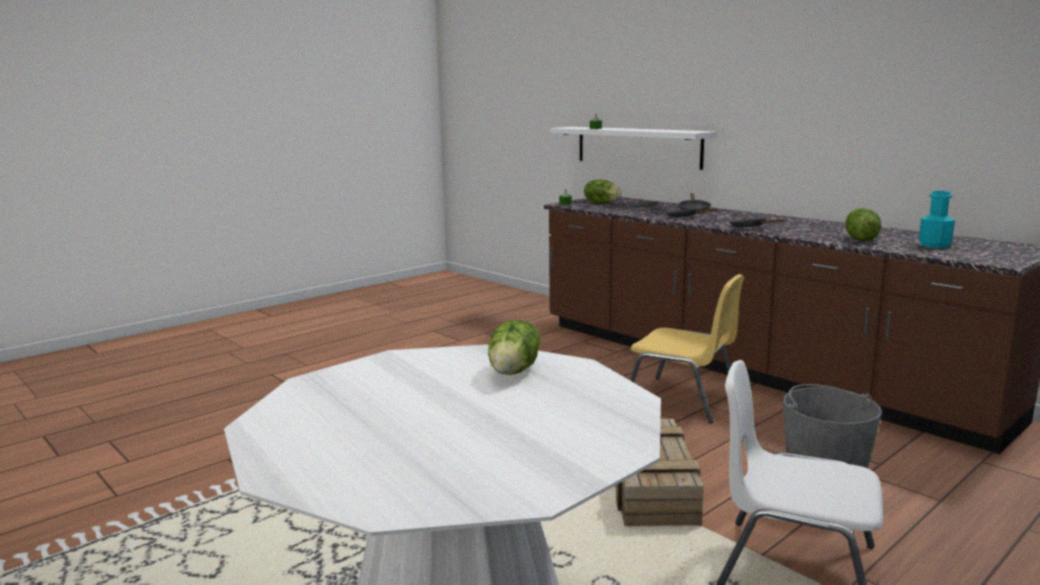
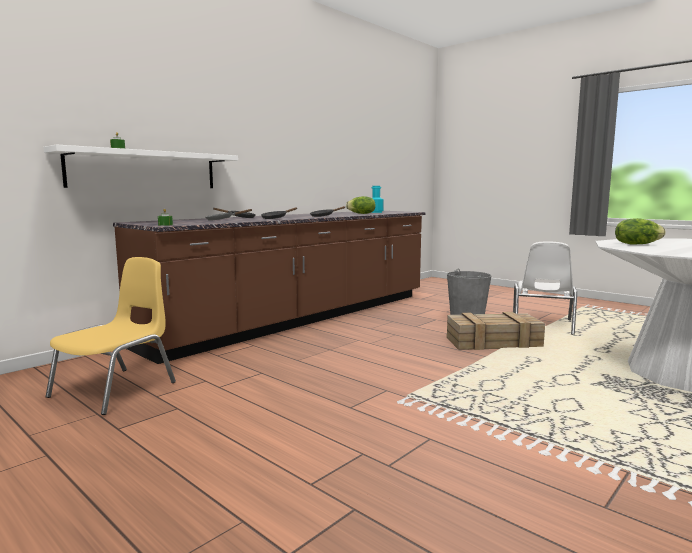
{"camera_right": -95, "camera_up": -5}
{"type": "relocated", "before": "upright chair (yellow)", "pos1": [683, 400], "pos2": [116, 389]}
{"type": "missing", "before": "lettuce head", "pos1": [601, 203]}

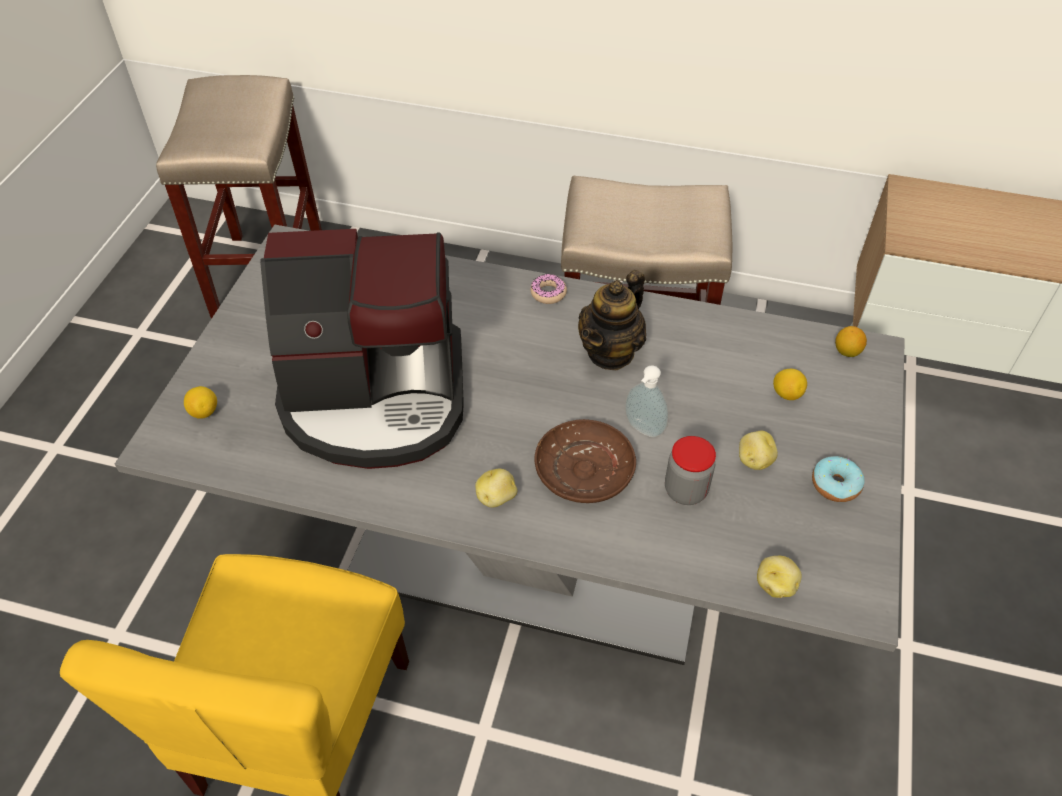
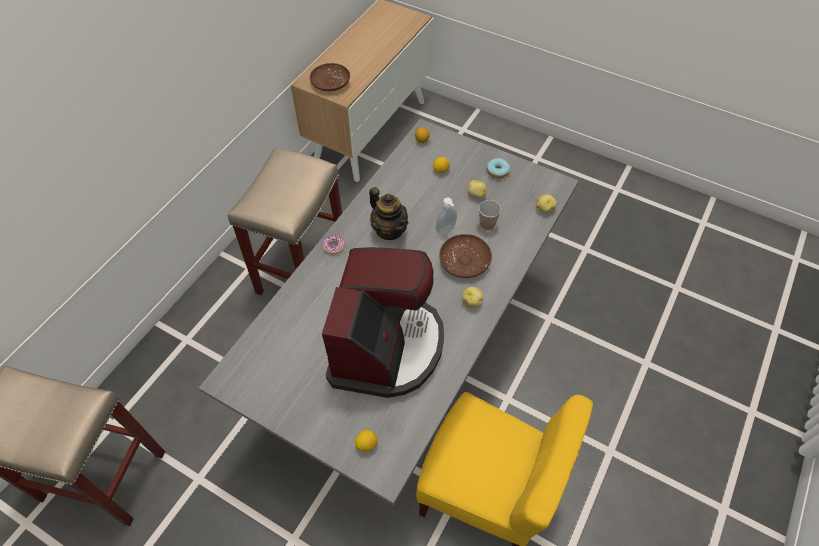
{"camera_right": -75, "camera_up": 5}
{"type": "appeared", "after": "dinner plate (brown)", "pos2": [330, 82]}
{"type": "exchanged", "before": "storage jar", "after": "cup", "pos1": [685, 490], "pos2": [487, 224]}

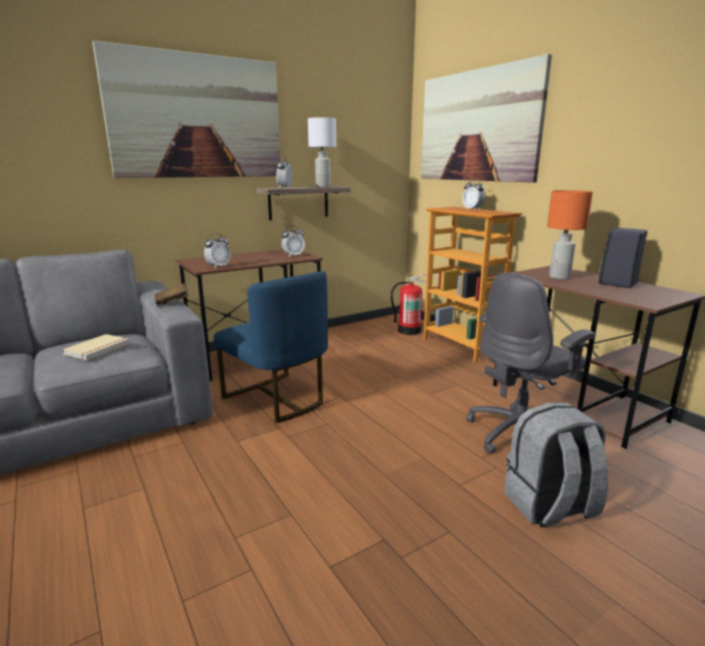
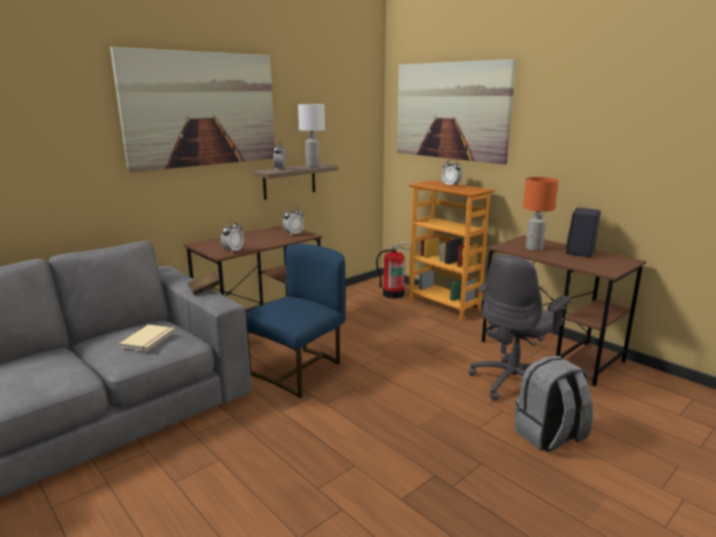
{"camera_right": -10, "camera_up": 0}
{"type": "spun", "before": "upright chair (blue)", "pos1": [277, 399], "pos2": [299, 370], "turn": -90}

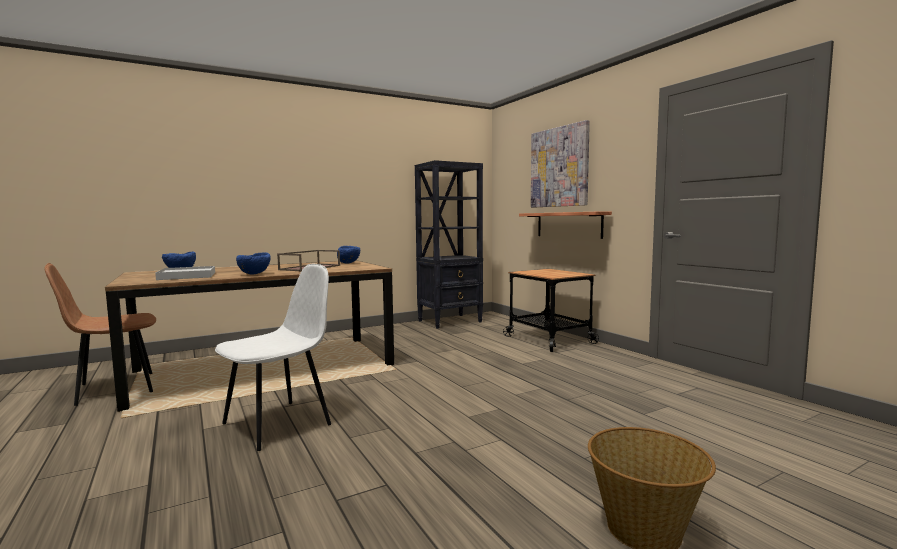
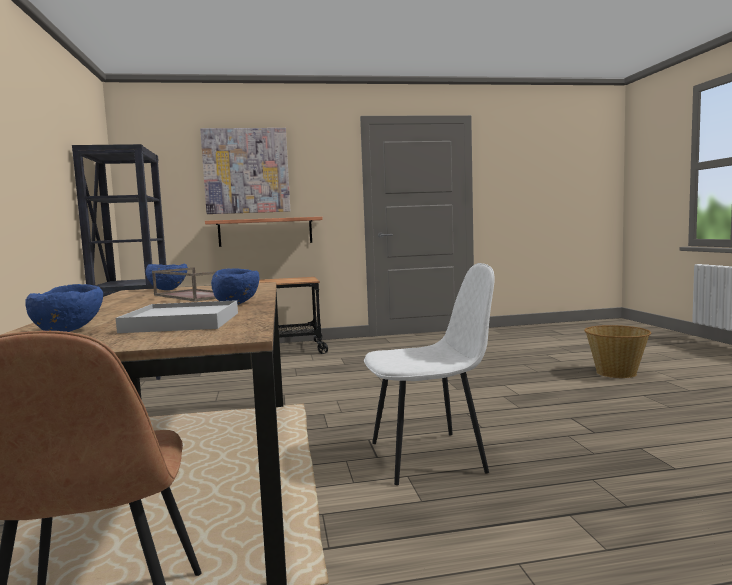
{"camera_right": -70, "camera_up": 0}
{"type": "spun", "before": "upright chair (whitish)", "pos1": [279, 423], "pos2": [430, 457], "turn": 105}

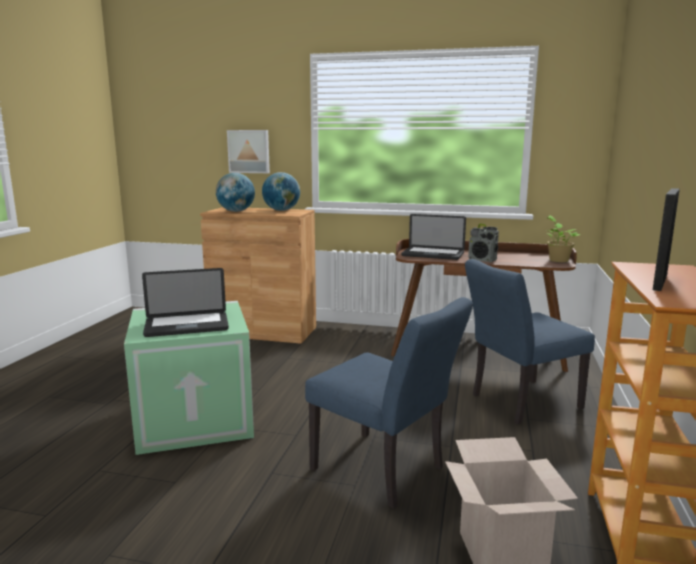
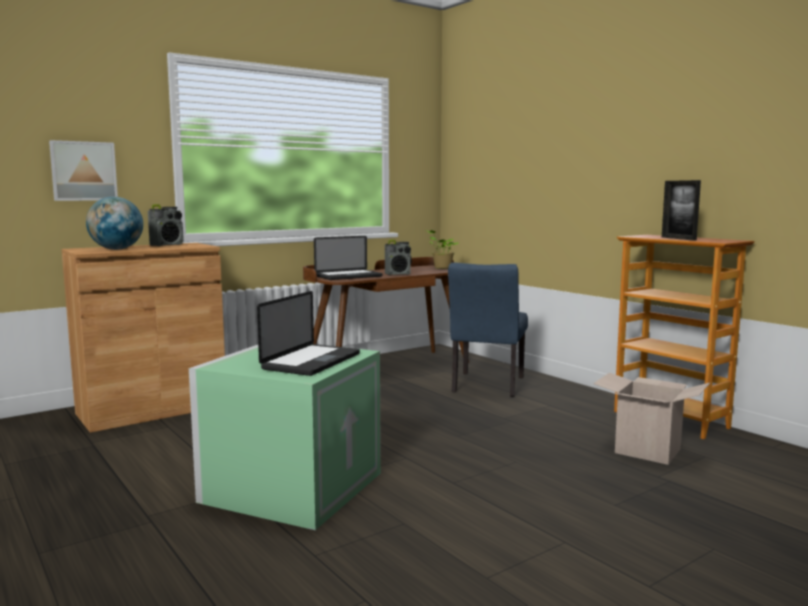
{"camera_right": -50, "camera_up": -5}
{"type": "exchanged", "before": "desk globe", "after": "radio set", "pos1": [281, 210], "pos2": [167, 245]}
{"type": "missing", "before": "upright chair (blue)", "pos1": [385, 472]}

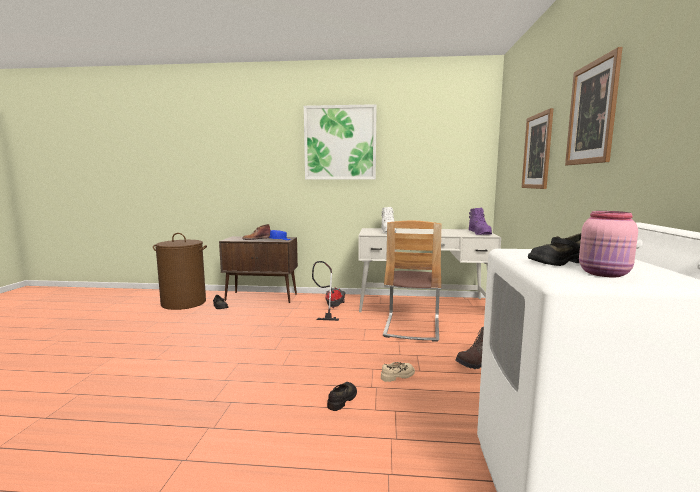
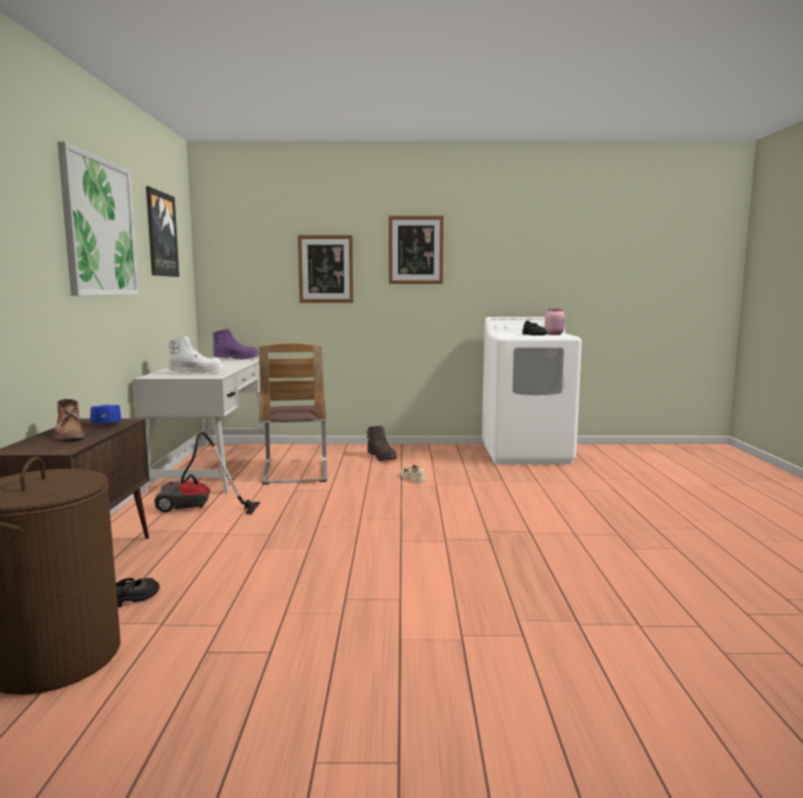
{"camera_right": -95, "camera_up": 0}
{"type": "appeared", "after": "wall art", "pos2": [161, 234]}
{"type": "spun", "before": "upright chair", "pos1": [412, 327], "pos2": [295, 472], "turn": 75}
{"type": "missing", "before": "low shoe (black-coloured)", "pos1": [342, 399]}

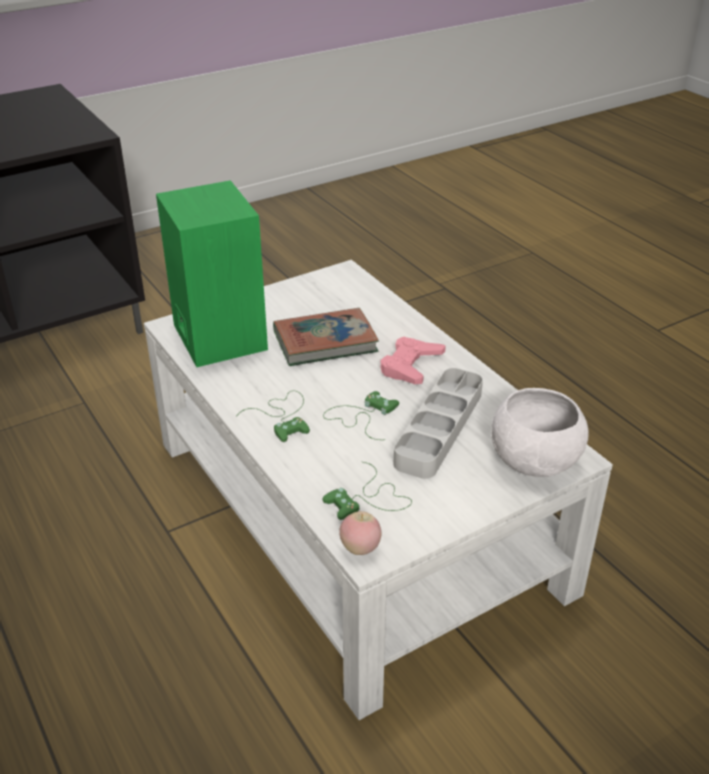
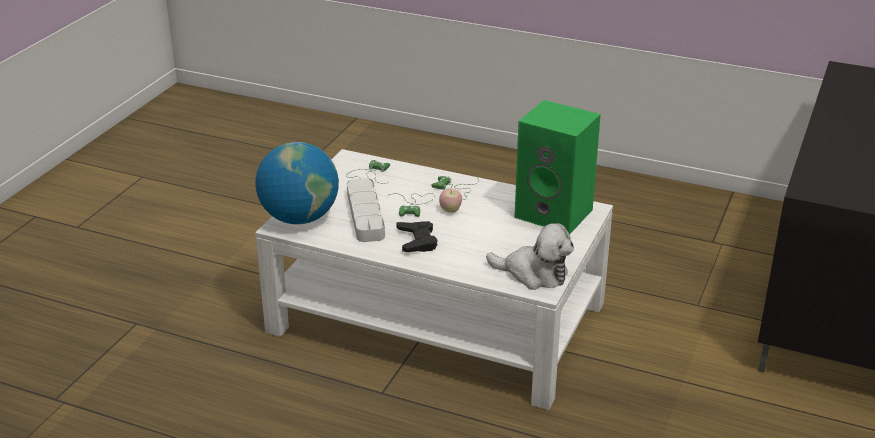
{"camera_right": 145, "camera_up": -5}
{"type": "exchanged", "before": "deep dish (whitish)", "after": "desk globe", "pos1": [535, 460], "pos2": [299, 218]}
{"type": "colour", "before": "gamepad (pink)", "after": "gamepad (black-coloured)", "pos1": [410, 365], "pos2": [417, 241]}
{"type": "relocated", "before": "apple fruit", "pos1": [360, 549], "pos2": [450, 210]}
{"type": "appeared", "after": "cuddly toy", "pos2": [534, 274]}
{"type": "missing", "before": "book", "pos1": [325, 342]}

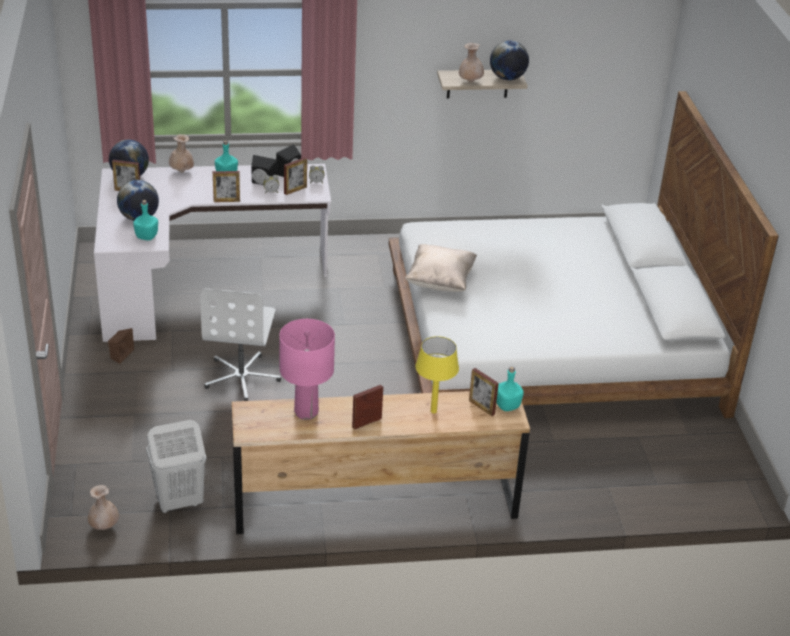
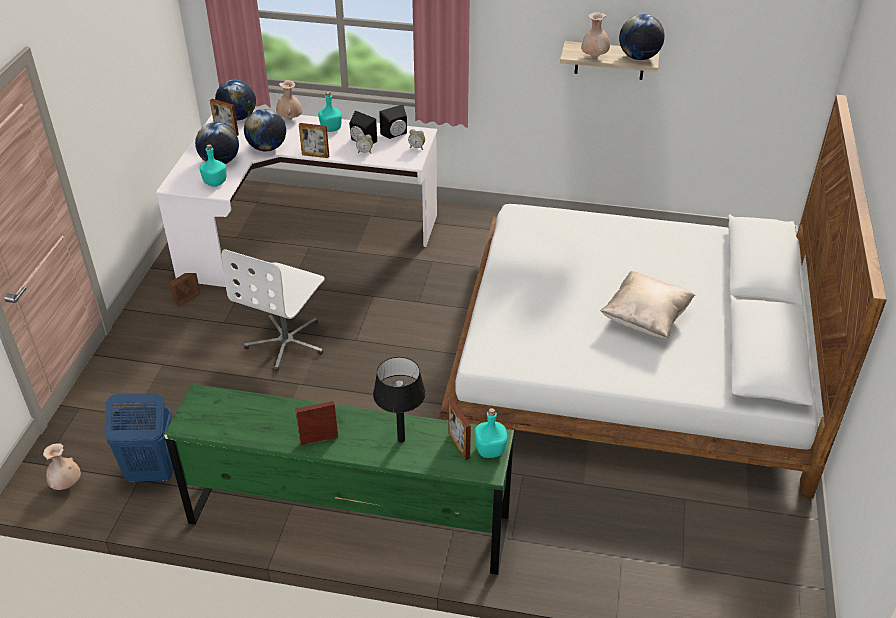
{"camera_right": 20, "camera_up": 5}
{"type": "colour", "before": "laundry basket (whitish)", "after": "laundry basket (blue)", "pos1": [178, 502], "pos2": [151, 472]}
{"type": "colour", "before": "dresser (brown)", "after": "dresser (green)", "pos1": [375, 504], "pos2": [348, 520]}
{"type": "appeared", "after": "desk globe", "pos2": [267, 148]}
{"type": "colour", "before": "lamp for a table (yellow)", "after": "lamp for a table (black-coloured)", "pos1": [433, 411], "pos2": [400, 439]}
{"type": "relocated", "before": "cushion (beige)", "pos1": [440, 282], "pos2": [645, 319]}
{"type": "missing", "before": "lamp for a table (pink)", "pos1": [306, 413]}
{"type": "missing", "before": "photo frame", "pos1": [295, 190]}

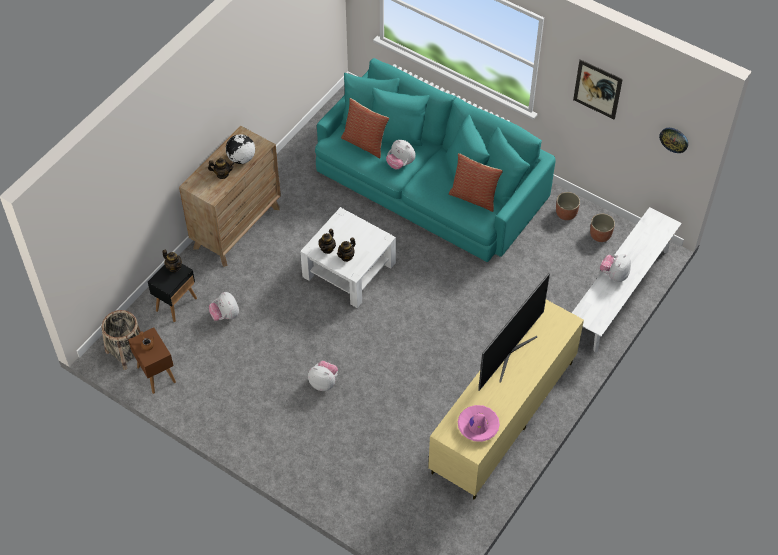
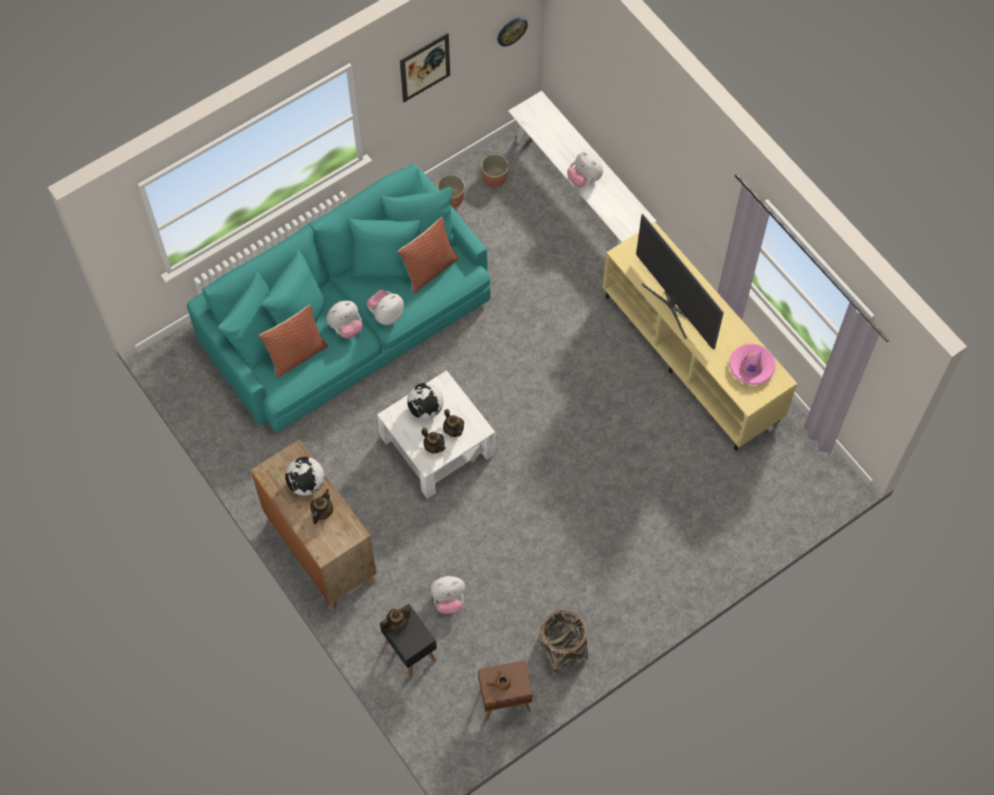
{"camera_right": -70, "camera_up": 10}
{"type": "relocated", "before": "cuddly toy", "pos1": [324, 382], "pos2": [386, 314]}
{"type": "appeared", "after": "desk globe", "pos2": [425, 409]}
{"type": "relocated", "before": "storage basket", "pos1": [126, 351], "pos2": [562, 650]}

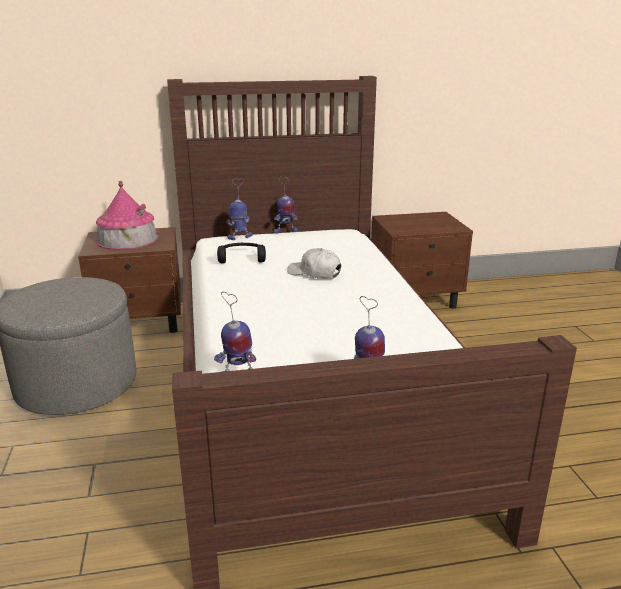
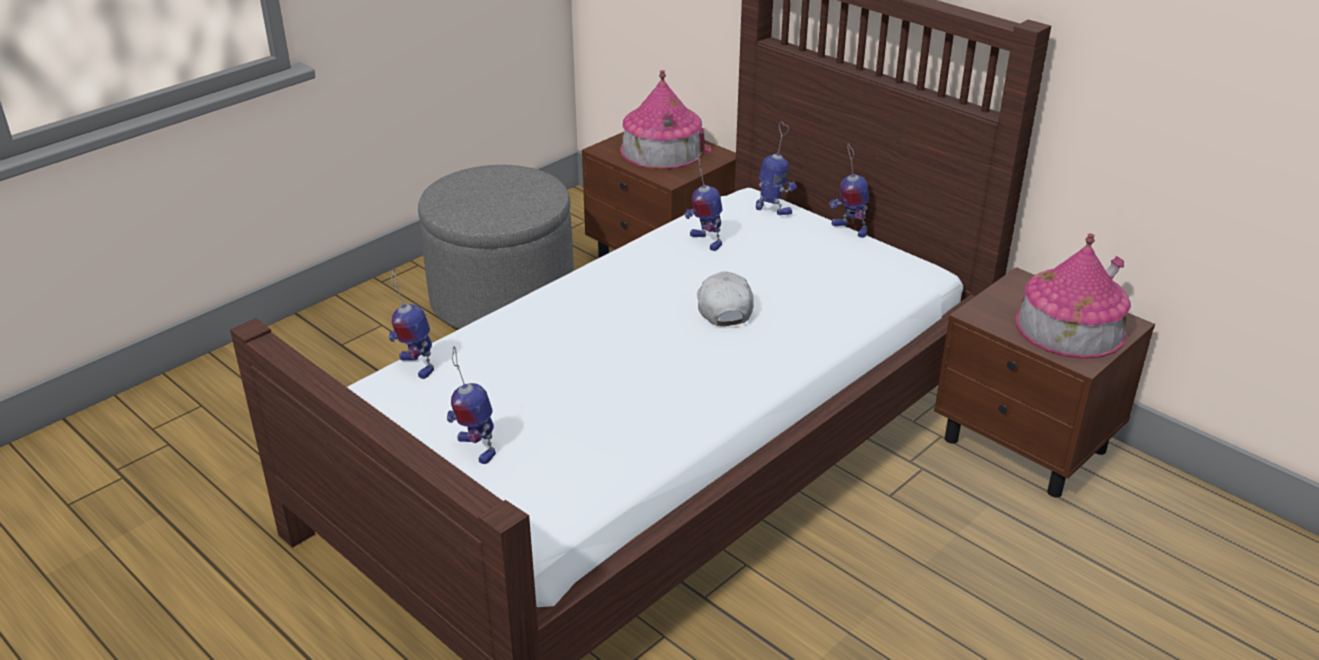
{"camera_right": 55, "camera_up": 10}
{"type": "exchanged", "before": "pair of headphones (black-coloured)", "after": "model robot", "pos1": [242, 258], "pos2": [705, 241]}
{"type": "appeared", "after": "model house", "pos2": [1070, 327]}

